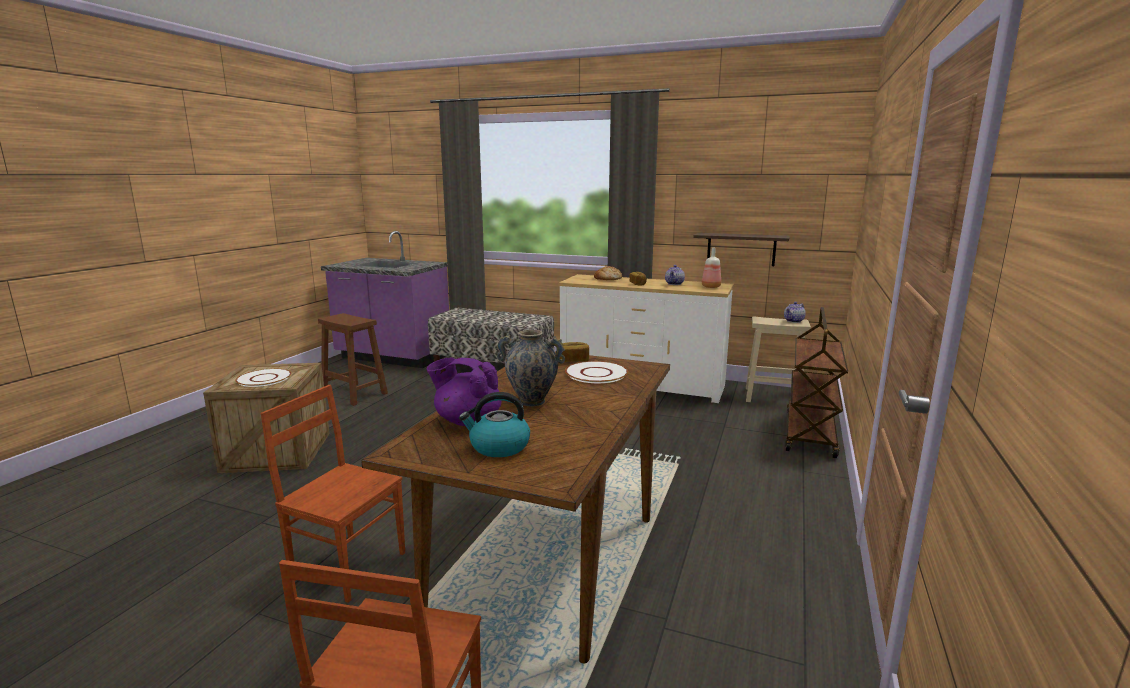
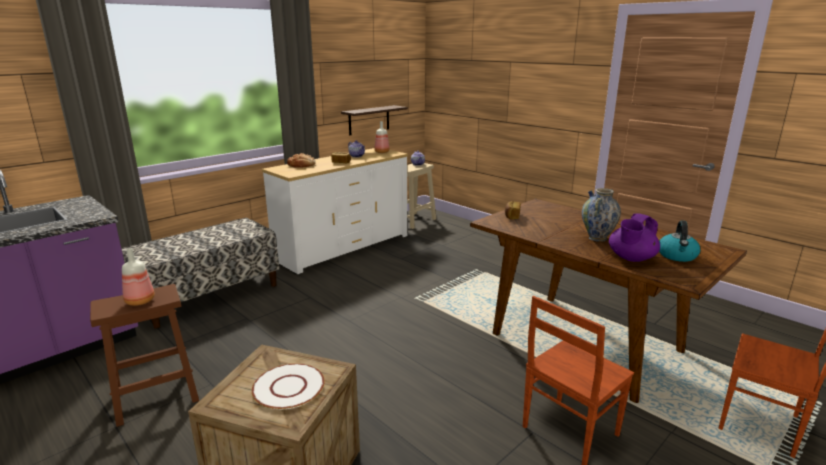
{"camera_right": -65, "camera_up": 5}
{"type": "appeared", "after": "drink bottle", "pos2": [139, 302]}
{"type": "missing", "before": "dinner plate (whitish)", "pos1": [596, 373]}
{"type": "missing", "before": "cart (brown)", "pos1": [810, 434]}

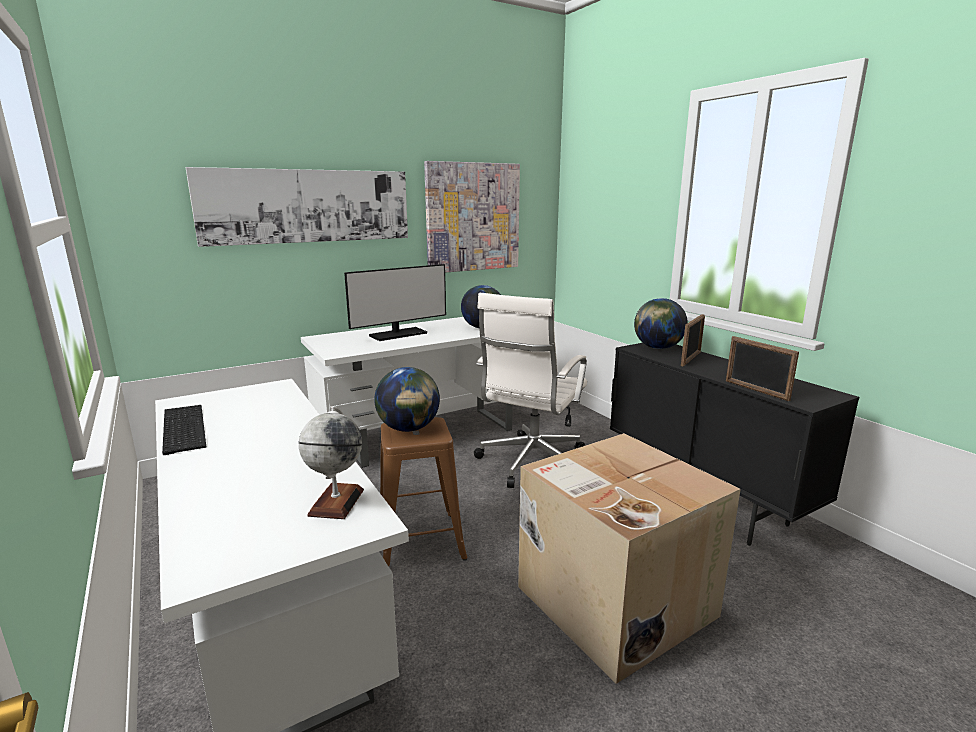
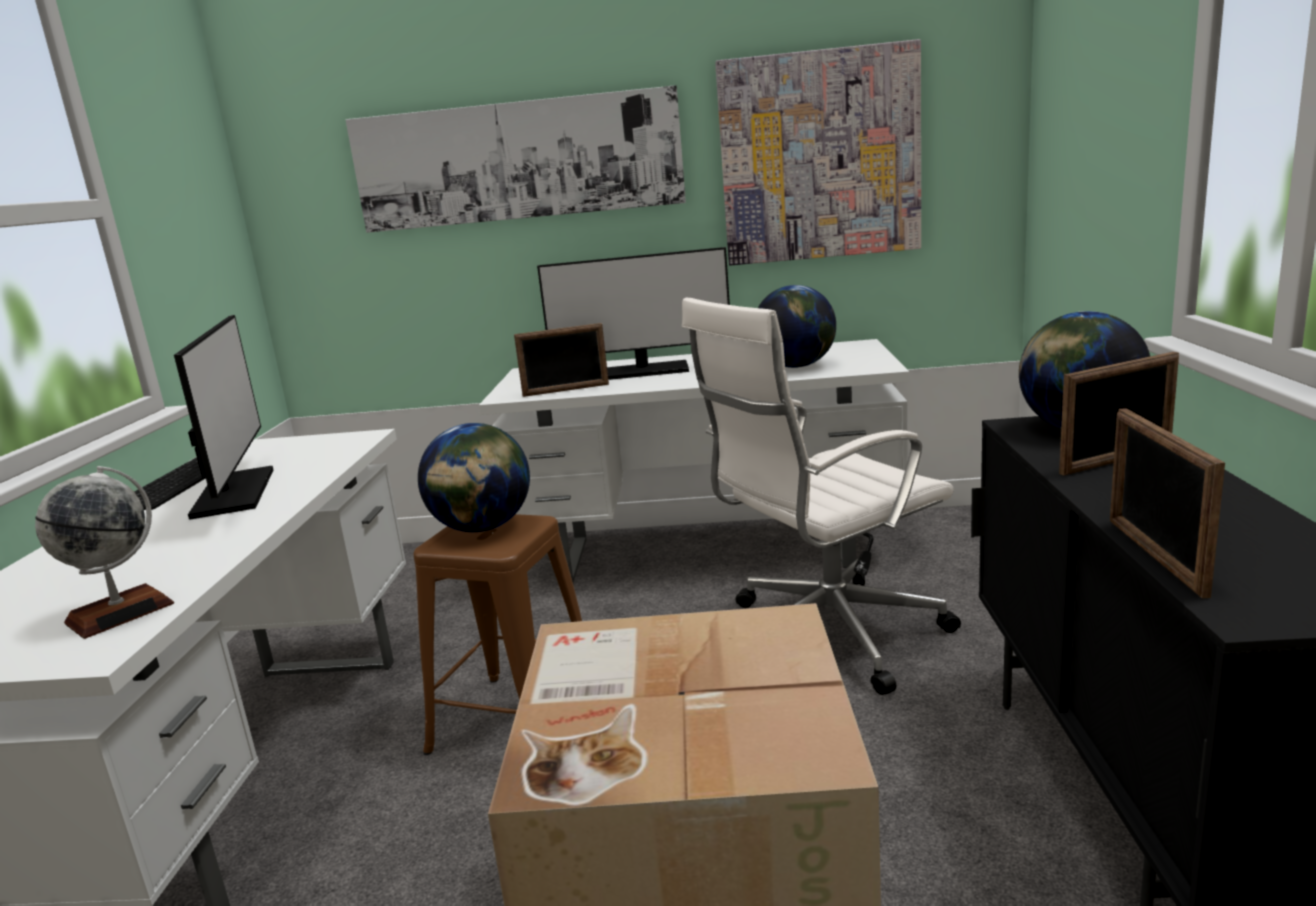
{"camera_right": 35, "camera_up": 0}
{"type": "appeared", "after": "monitor", "pos2": [234, 493]}
{"type": "appeared", "after": "photo frame", "pos2": [566, 390]}

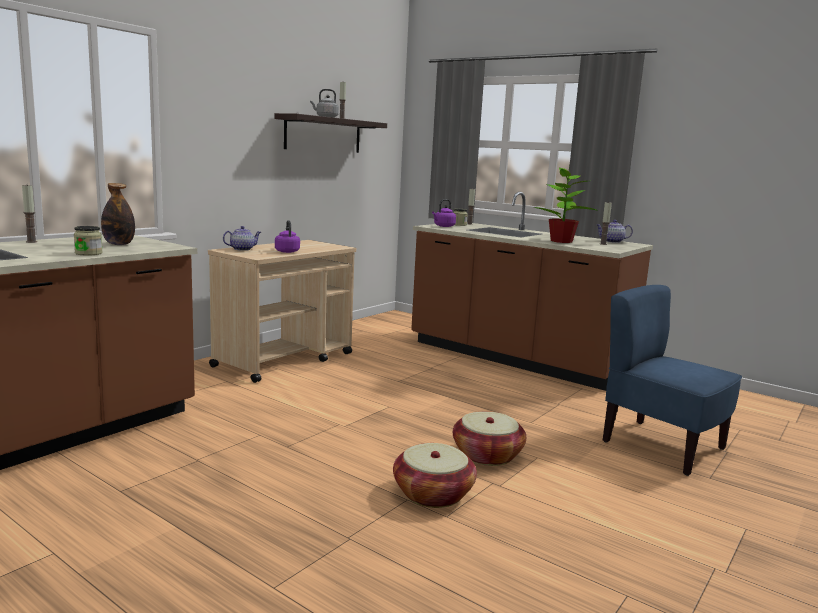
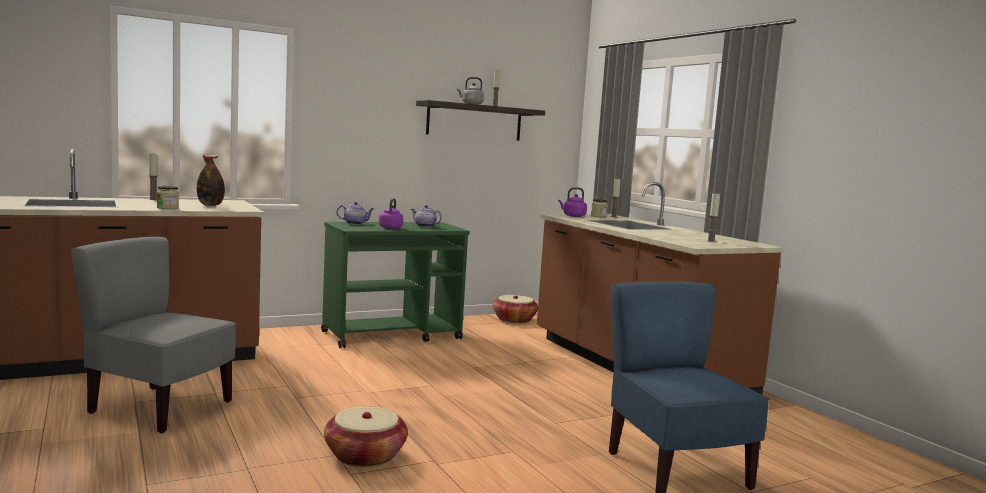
{"camera_right": 25, "camera_up": -5}
{"type": "appeared", "after": "upright chair (greyish)", "pos2": [159, 408]}
{"type": "colour", "before": "cart (beige)", "after": "cart (green)", "pos1": [285, 359], "pos2": [393, 335]}
{"type": "relocated", "before": "tea pot", "pos1": [612, 241], "pos2": [424, 226]}
{"type": "relocated", "before": "storage basket", "pos1": [487, 455], "pos2": [514, 320]}
{"type": "missing", "before": "houseplant", "pos1": [561, 241]}

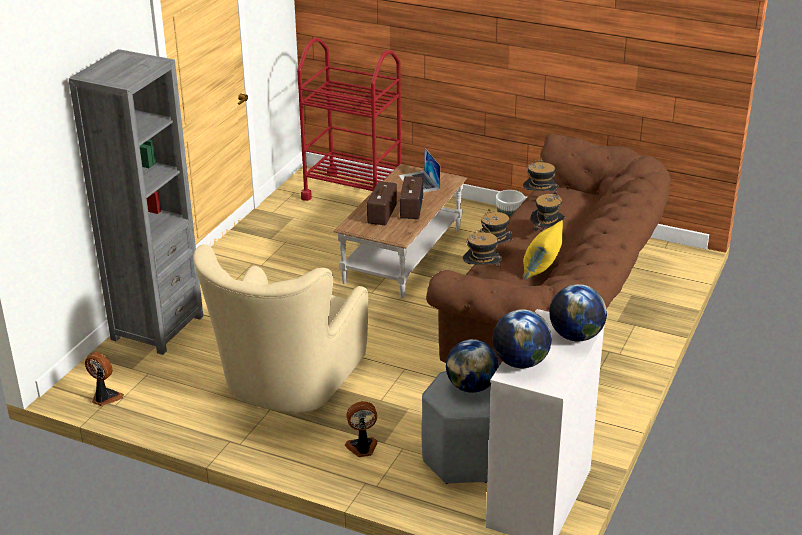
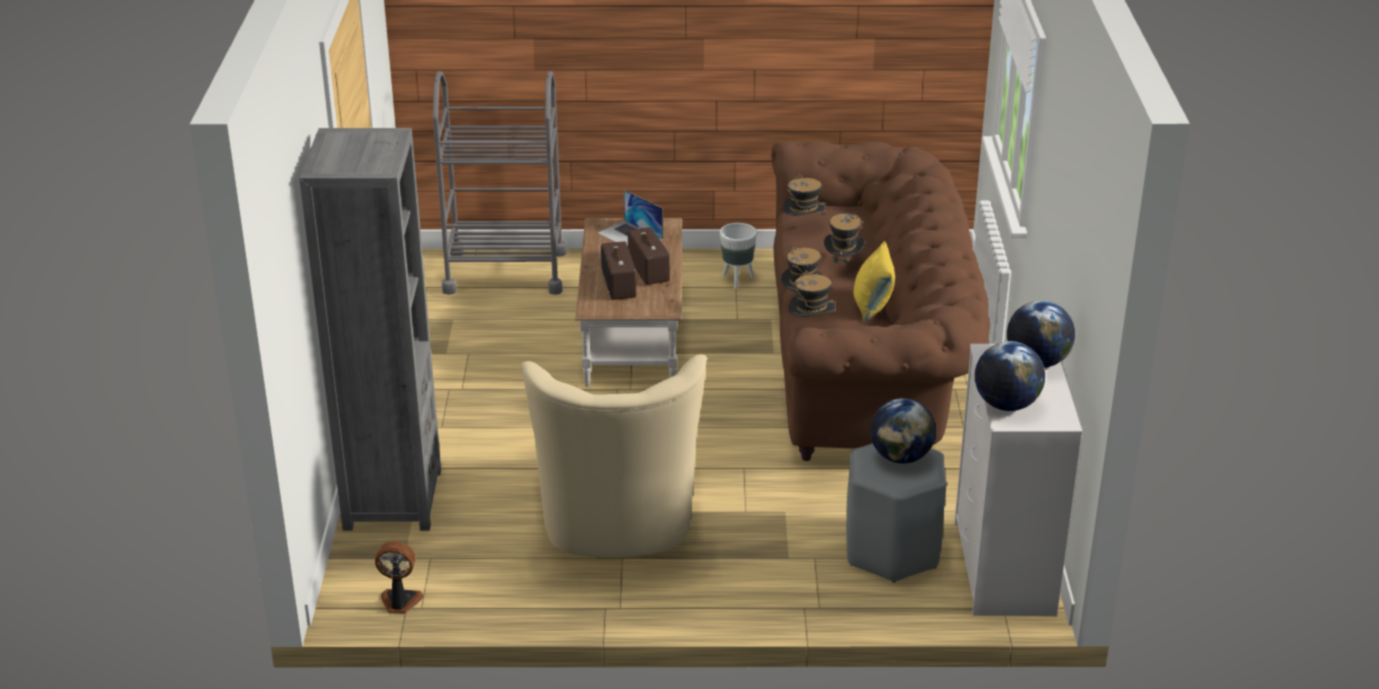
{"camera_right": -25, "camera_up": 0}
{"type": "colour", "before": "cart (red)", "after": "cart (greyish)", "pos1": [353, 193], "pos2": [505, 272]}
{"type": "missing", "before": "electric fan", "pos1": [362, 448]}

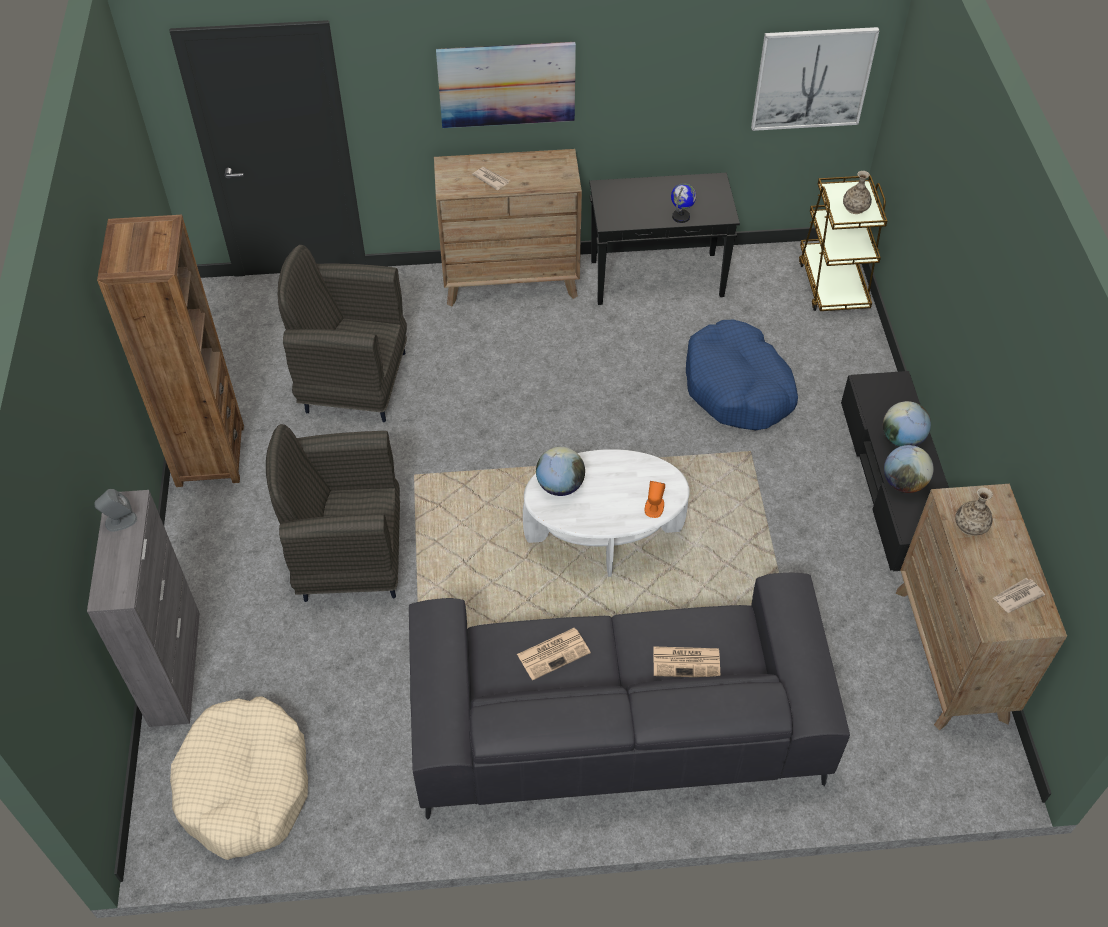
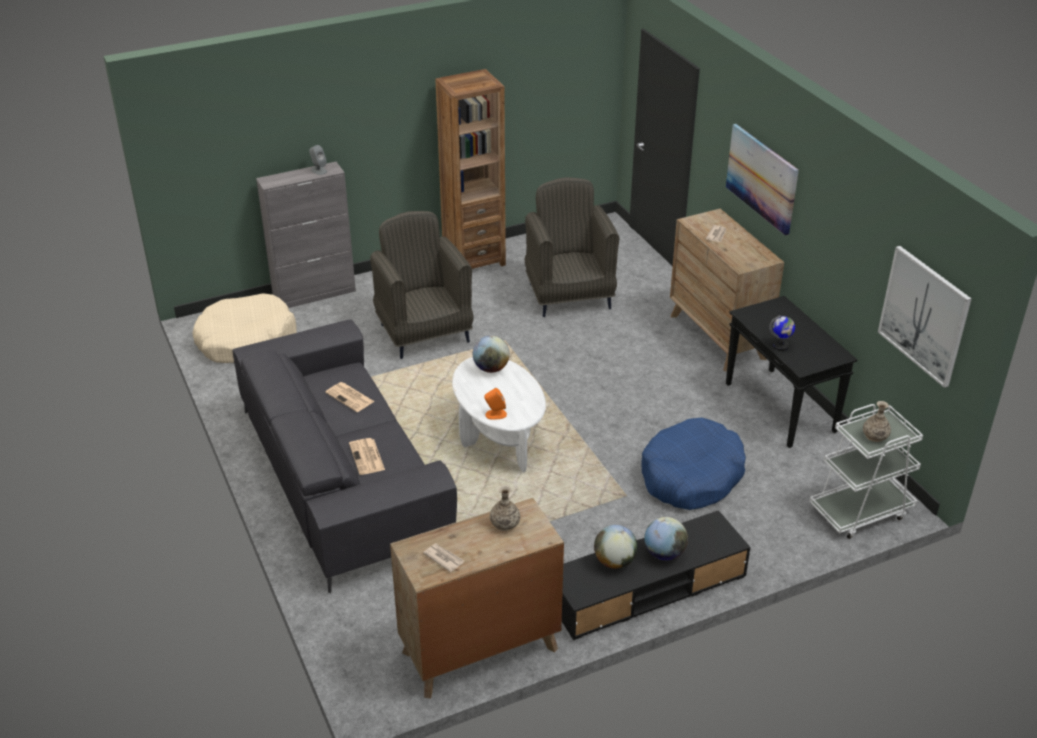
{"camera_right": 70, "camera_up": -15}
{"type": "colour", "before": "cart (brown)", "after": "cart (whitish)", "pos1": [833, 284], "pos2": [860, 511]}

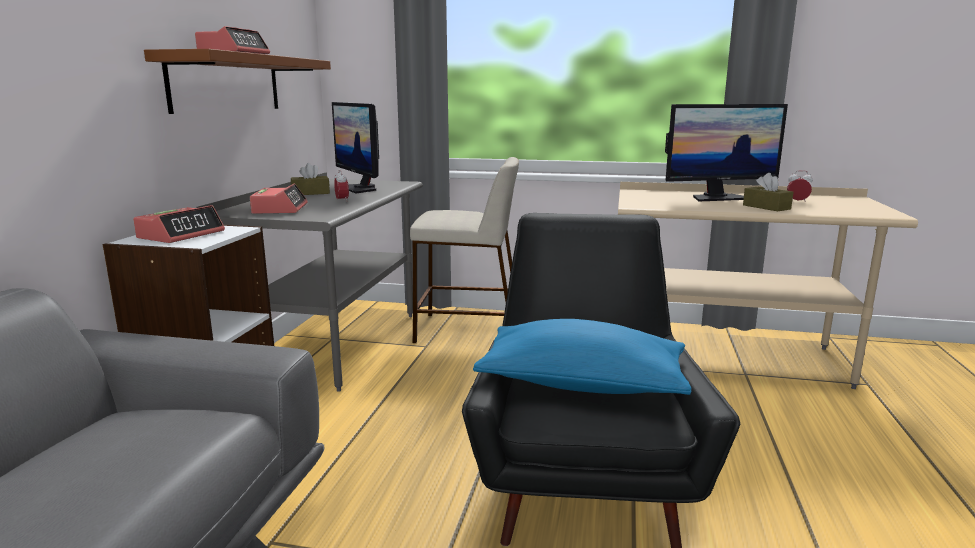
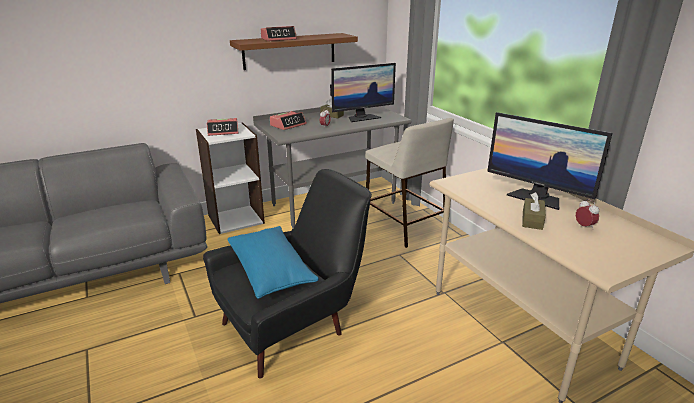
{"camera_right": 50, "camera_up": 10}
{"type": "spun", "before": "monitor", "pos1": [359, 188], "pos2": [362, 118], "turn": -135}

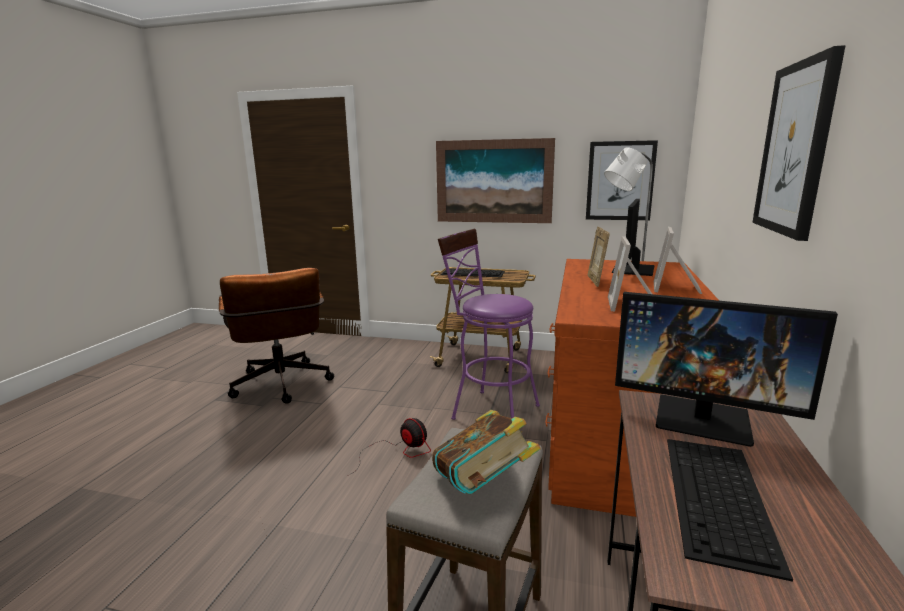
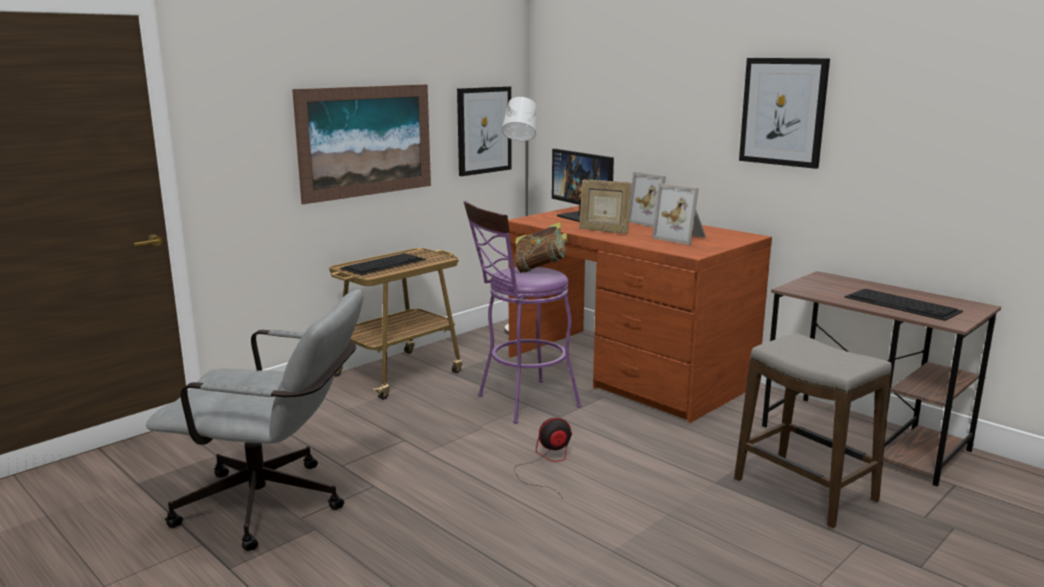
{"camera_right": -60, "camera_up": 0}
{"type": "colour", "before": "desk chair (brown)", "after": "desk chair (greyish)", "pos1": [282, 387], "pos2": [275, 506]}
{"type": "relocated", "before": "book", "pos1": [482, 486], "pos2": [541, 269]}
{"type": "missing", "before": "monitor", "pos1": [703, 419]}

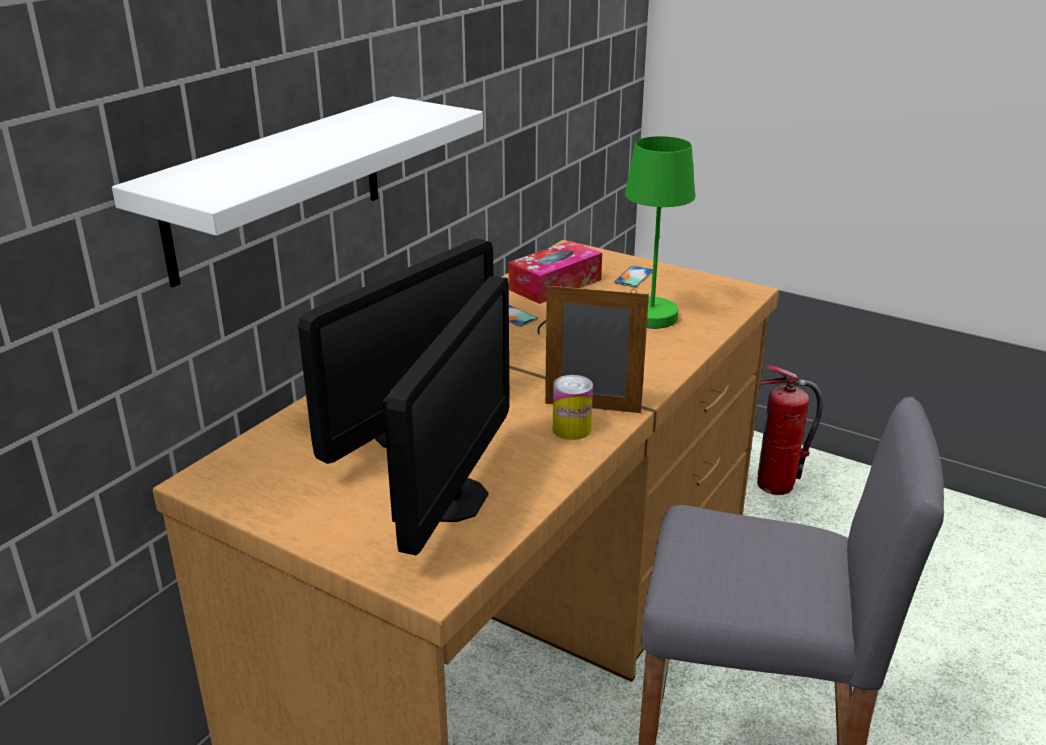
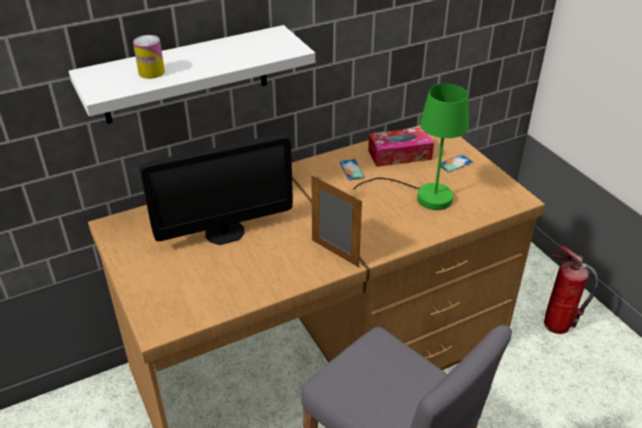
{"camera_right": 30, "camera_up": 10}
{"type": "relocated", "before": "metal can", "pos1": [571, 429], "pos2": [151, 72]}
{"type": "missing", "before": "monitor", "pos1": [453, 499]}

